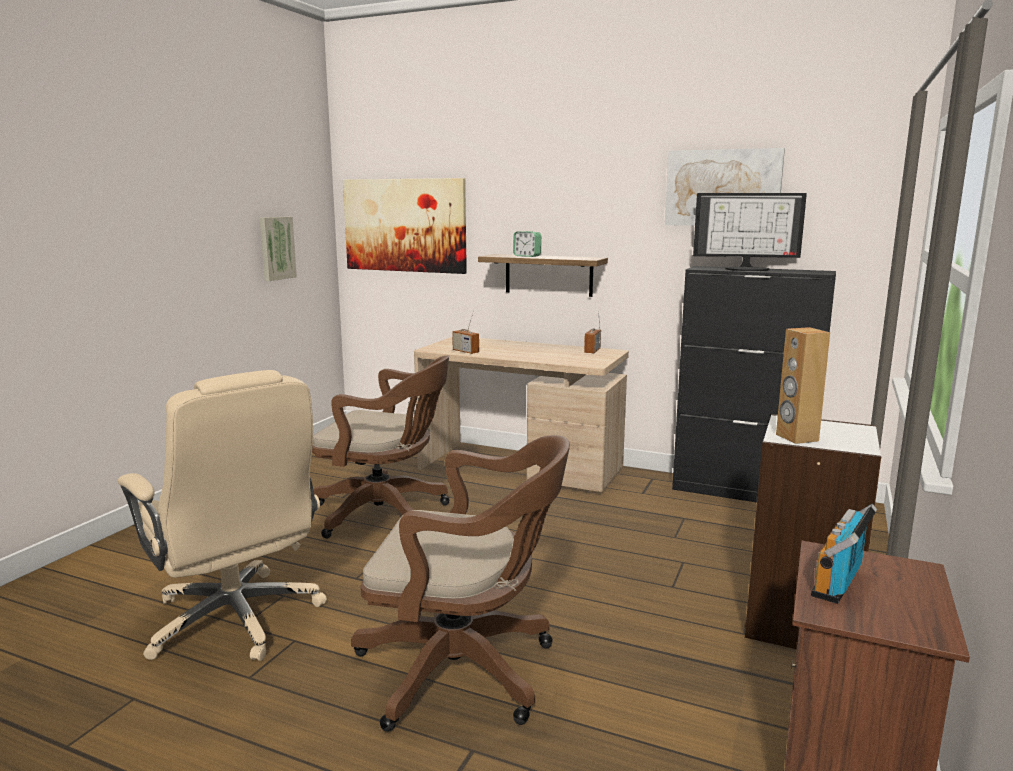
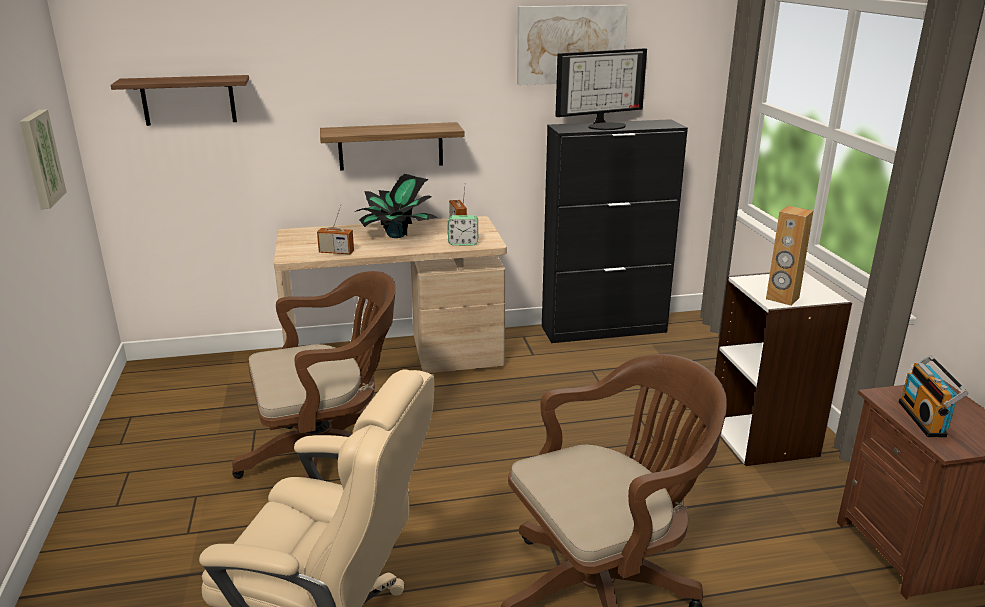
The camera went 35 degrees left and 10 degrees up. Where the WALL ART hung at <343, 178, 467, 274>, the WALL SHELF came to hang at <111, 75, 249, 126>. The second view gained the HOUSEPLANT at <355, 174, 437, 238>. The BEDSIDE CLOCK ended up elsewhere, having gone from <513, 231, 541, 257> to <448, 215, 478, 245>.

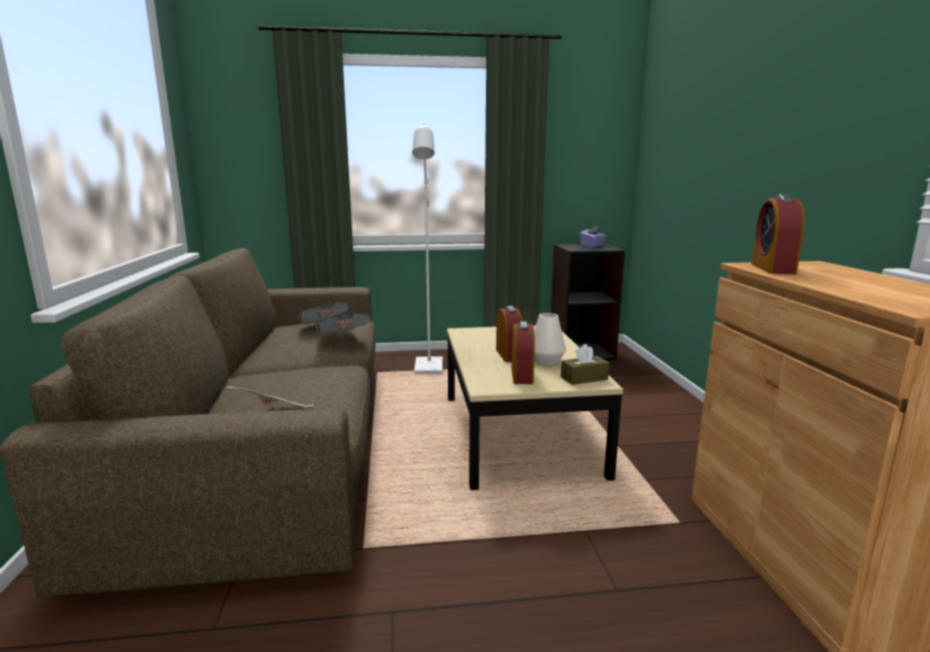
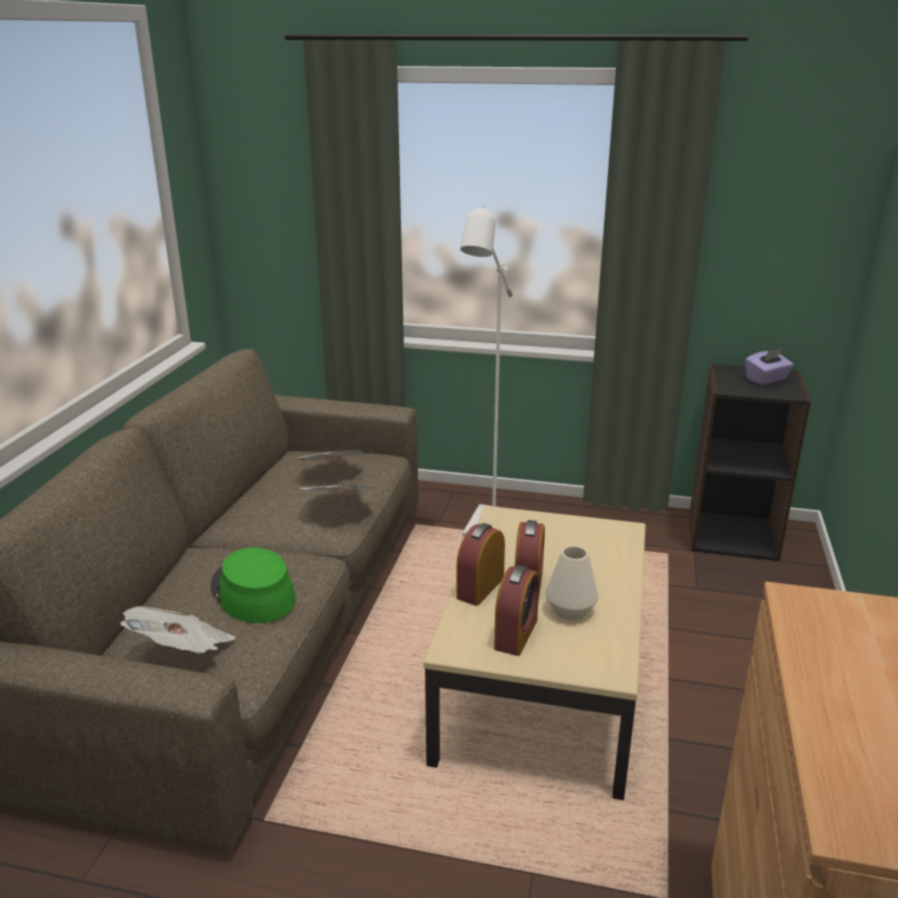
The camera went 20 degrees right and 10 degrees up. The second view gained the GREEN-COLOURED CLOTHING HAT at <211, 548, 296, 623>. The BEDSIDE CLOCK ended up elsewhere, having gone from <751, 194, 805, 274> to <456, 523, 505, 606>. The second view lost the BROWN BOX OF TISSUES at <561, 344, 609, 385>.

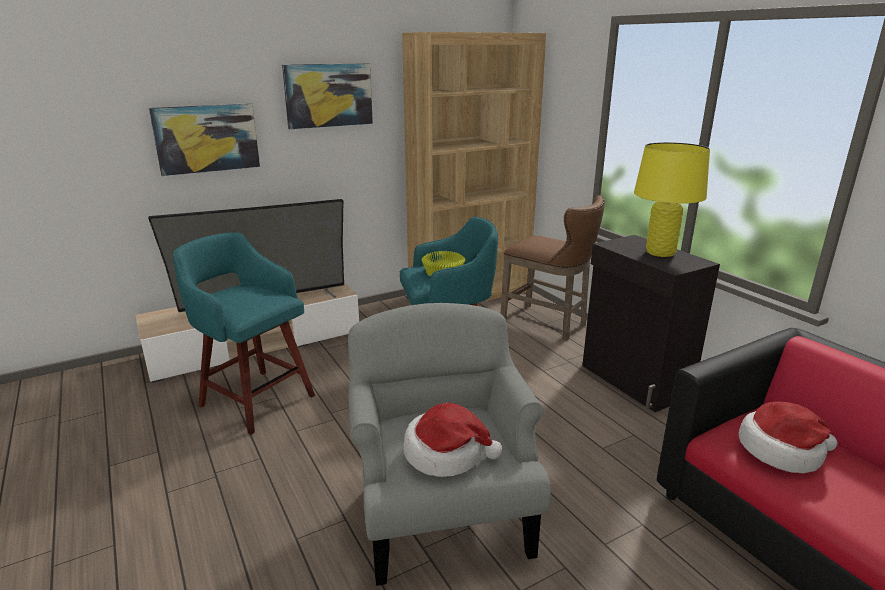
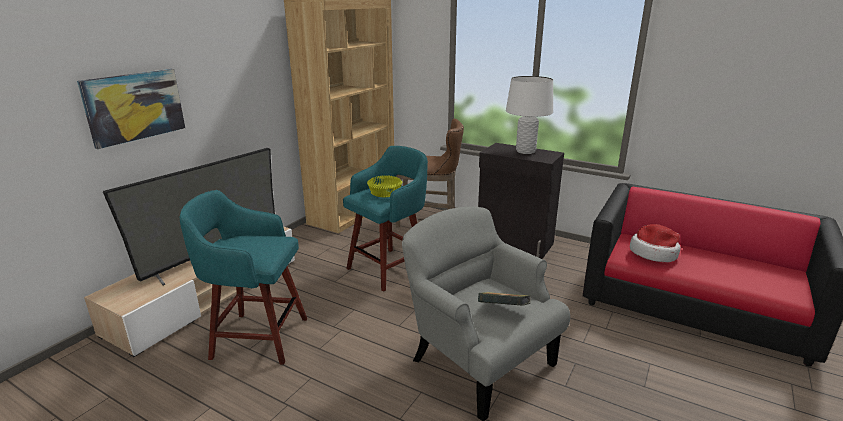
The camera went 30 degrees left and 0 degrees up. Where the CLOTHING HAT stood at <403, 403, 502, 477>, the BOUND BOOK came to stand at <478, 292, 530, 306>. What was the YELLOWISH TABLETOP LAMP at <634, 142, 710, 257> turned into the WHITE-COLOURED TABLETOP LAMP at <506, 76, 553, 154>. The second view lost the WALL ART at <282, 63, 373, 129>.

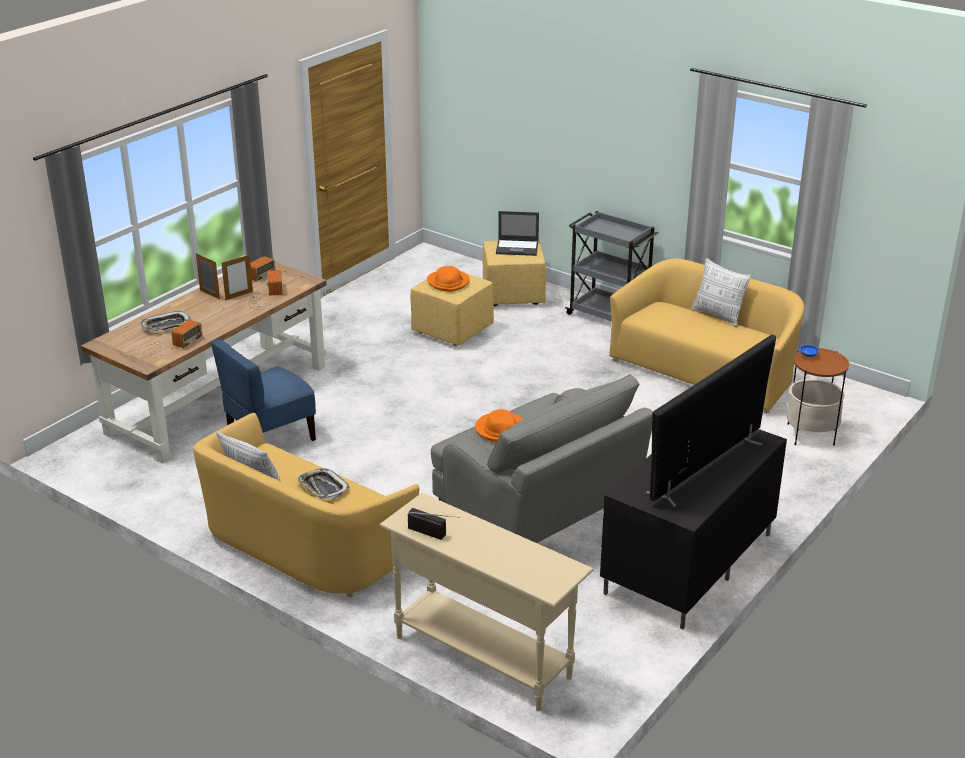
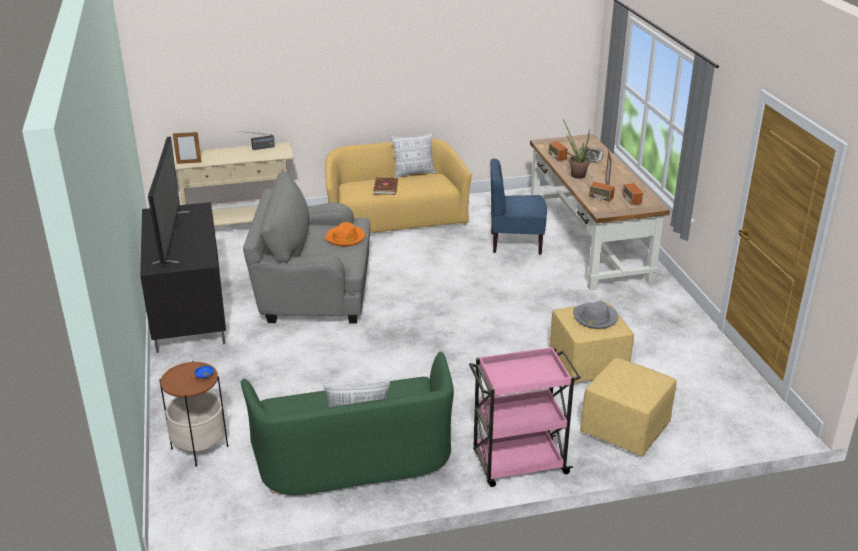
The camera went 130 degrees right and 0 degrees up. The STANDING FRAME ended up elsewhere, having gone from <196, 253, 220, 300> to <173, 131, 201, 164>. What was the YELLOWISH SOFA at <609, 259, 804, 413> turned into the GREEN-COLOURED SOFA at <241, 352, 454, 495>. Where the TRAY stood at <296, 468, 350, 499>, the BROWN BOUND BOOK came to stand at <373, 177, 398, 195>. What was the GREYISH TROLLEY at <565, 211, 659, 321> turned into the PINK TROLLEY at <469, 347, 581, 487>. The BLUE-COLOURED UPRIGHT CHAIR at <211, 339, 316, 441> ended up facing another way, 90 degrees counterclockwise from before. The second view gained the HOUSEPLANT at <563, 119, 590, 179>. What was the ORANGEY CLOTHING HAT at <427, 266, 470, 292> turned into the GREYISH CLOTHING HAT at <573, 301, 618, 329>. The second view lost the NOTEBOOK COMPUTER at <496, 211, 539, 256>.

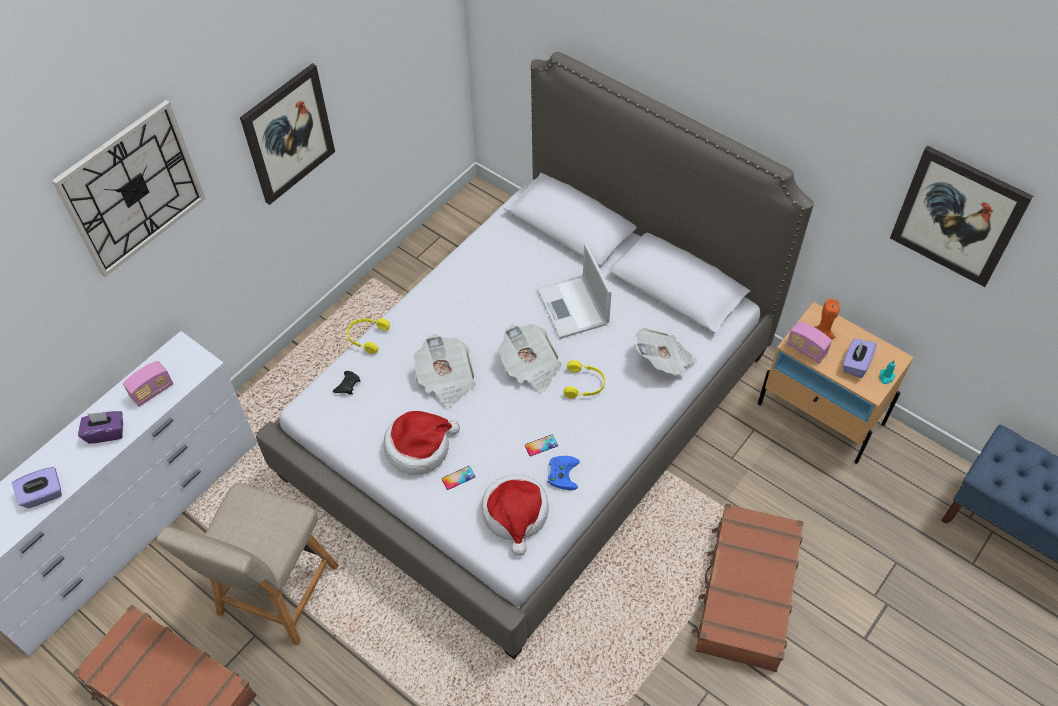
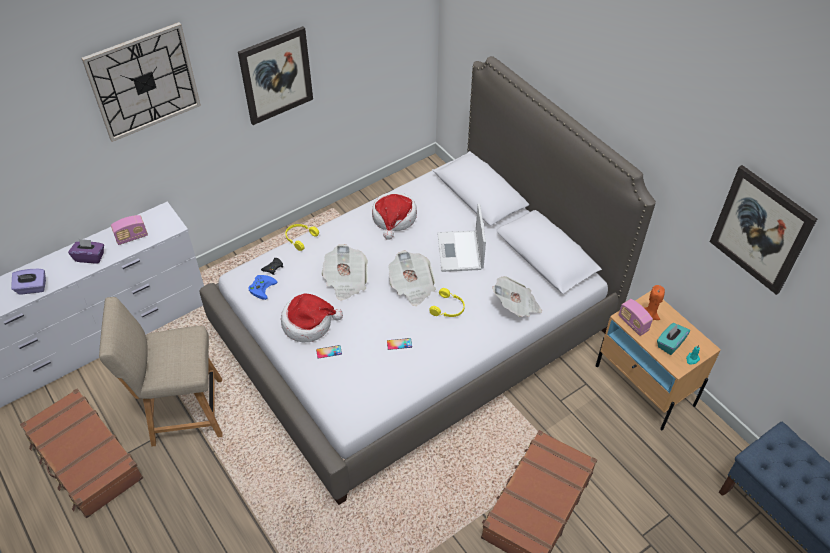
The camera went 15 degrees right and 5 degrees down. The SAND-COLOURED UPRIGHT CHAIR at <156, 483, 339, 645> ended up facing another way, 45 degrees clockwise from before. The BLUE-COLOURED GAME CONTROLLER ended up elsewhere, having gone from <548, 456, 580, 490> to <248, 275, 277, 300>. The CLOTHING HAT ended up elsewhere, having gone from <482, 475, 549, 556> to <372, 192, 417, 240>. What was the PURPLE-COLOURED BOX OF TISSUES at <843, 338, 877, 378> turned into the TURQUOISE BOX OF TISSUES at <657, 323, 690, 355>.

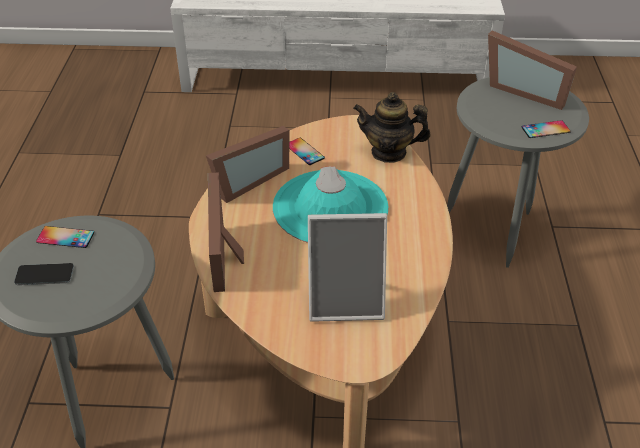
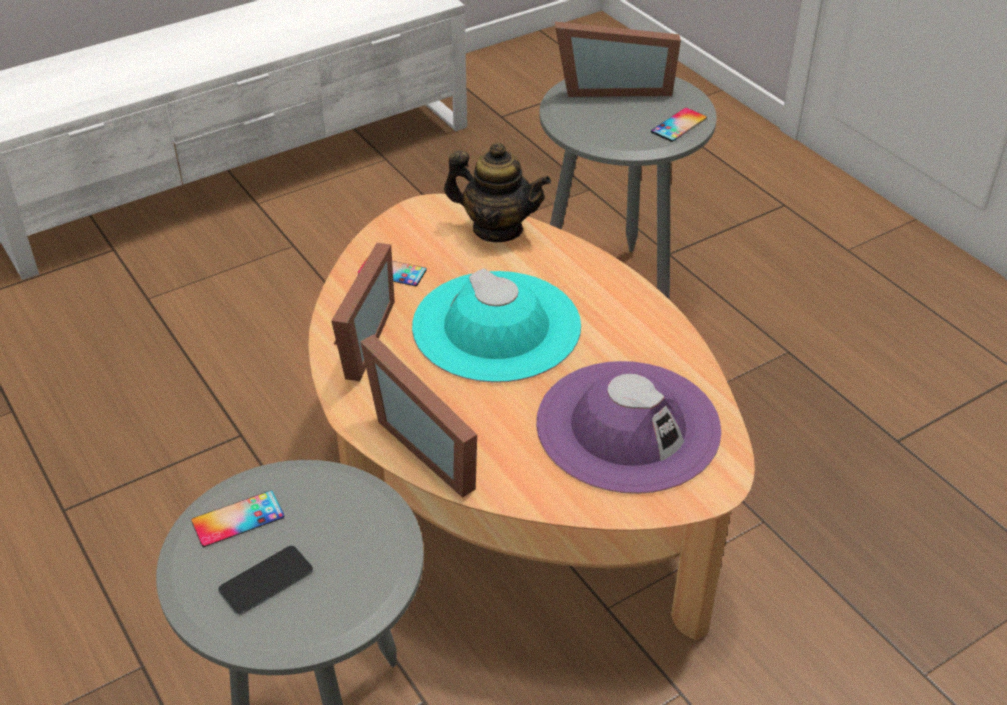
The camera went 35 degrees left and 0 degrees up. The TEA POT at <353, 92, 430, 163> ended up facing another way, 135 degrees counterclockwise from before. Where the STANDING FRAME stood at <308, 213, 387, 322>, the PURPLE-COLOURED CLOTHING HAT came to stand at <536, 361, 721, 494>.

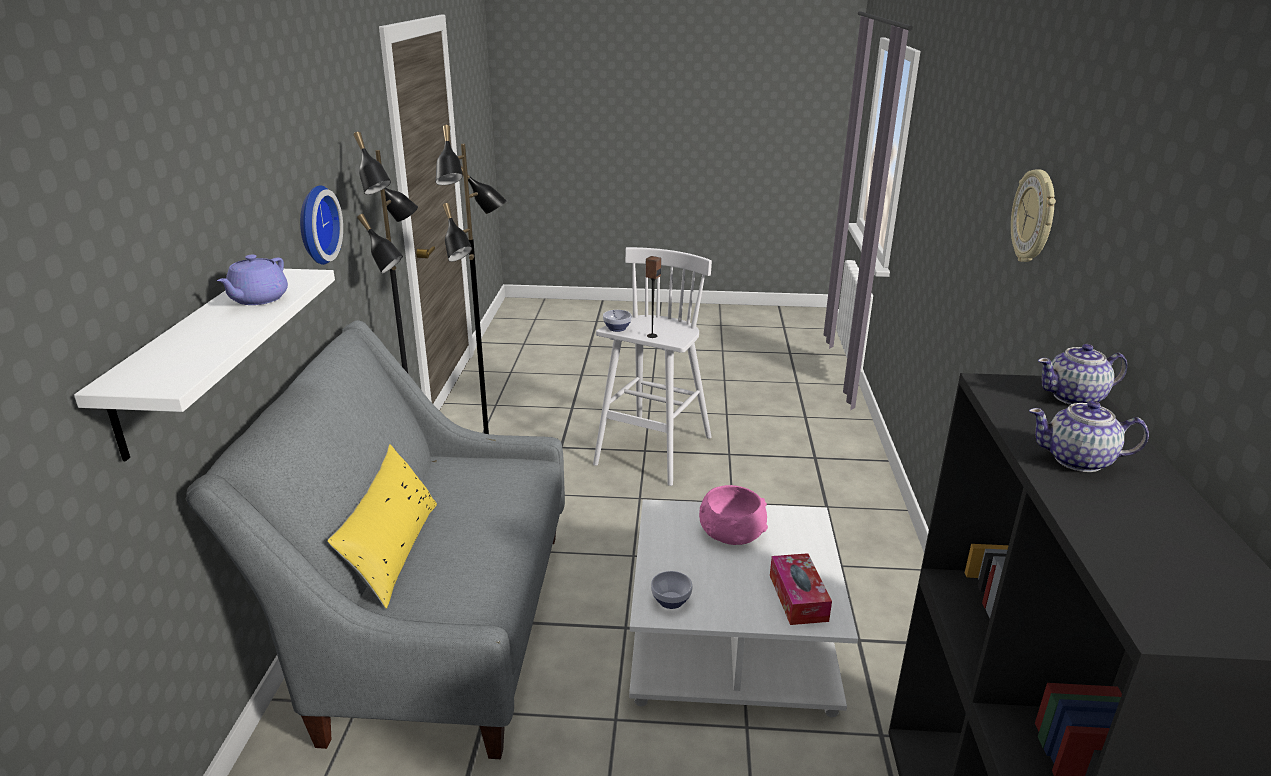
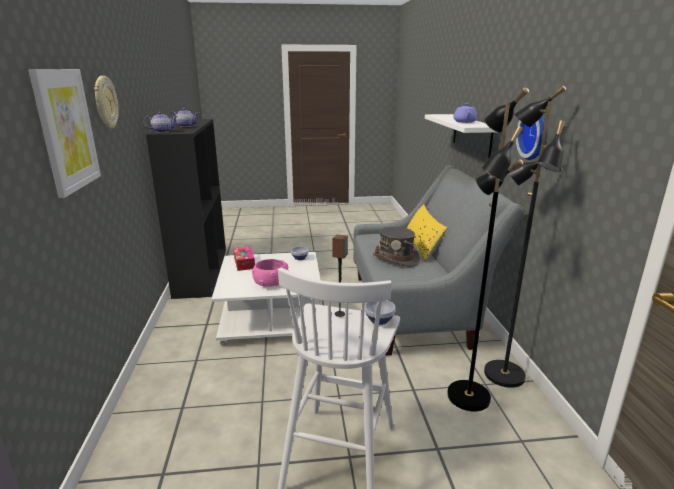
The camera went 170 degrees right and 5 degrees down. The second view gained the WALL ART at <28, 69, 101, 198>. The second view gained the GREYISH CLOTHING HAT at <372, 227, 420, 267>.

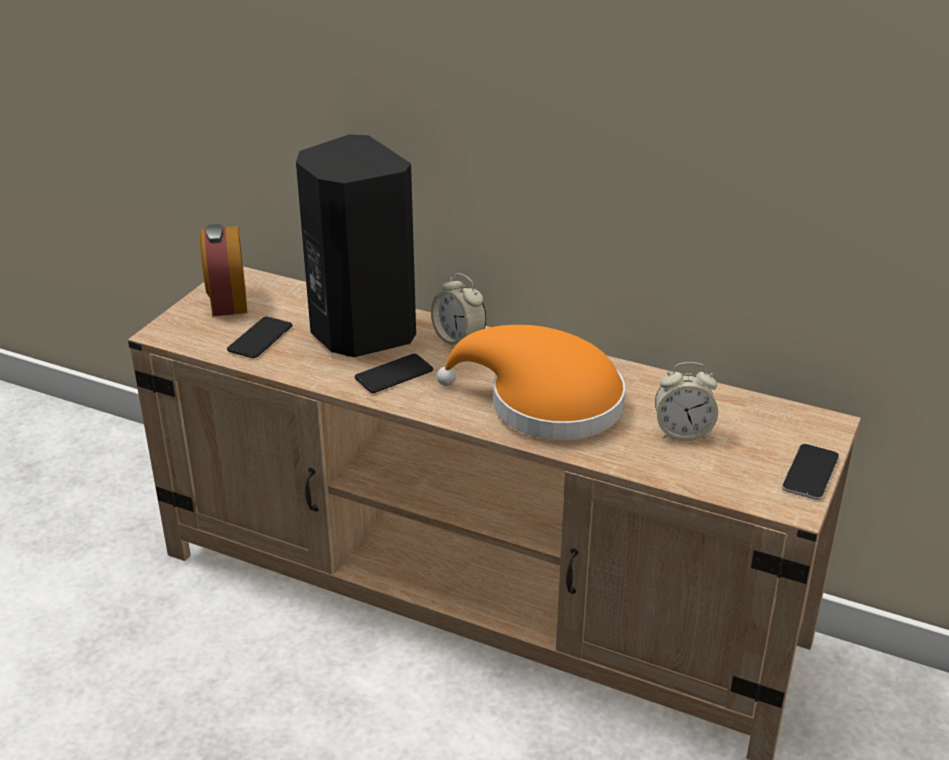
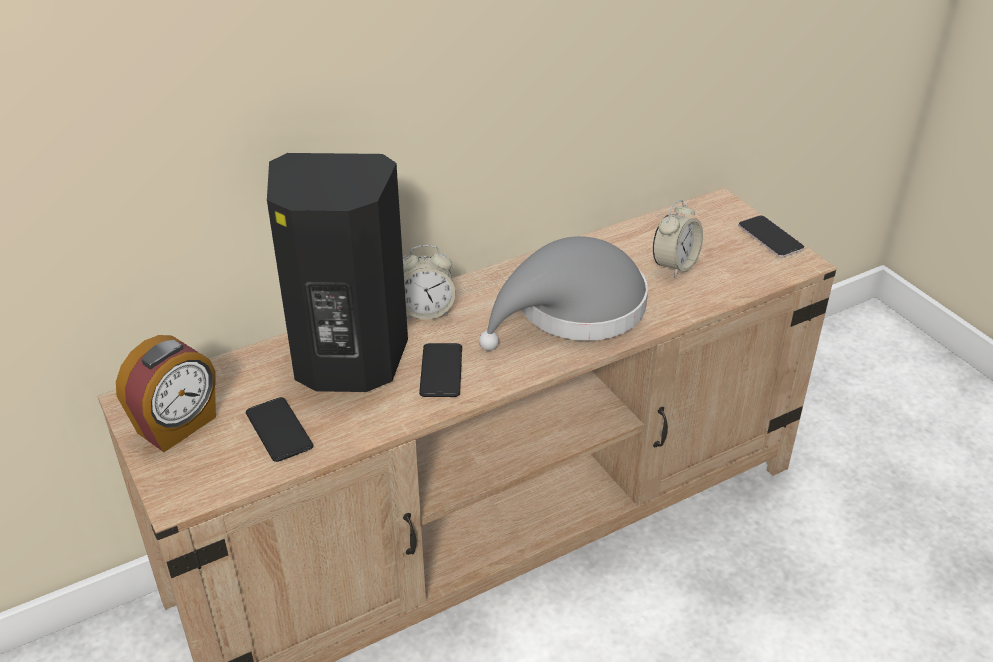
The camera went 55 degrees left and 5 degrees up. The BEDSIDE CLOCK at <200, 224, 247, 316> ended up facing another way, 75 degrees counterclockwise from before. What was the ORANGEY CLOTHING HAT at <436, 325, 626, 440> turned into the GREYISH CLOTHING HAT at <479, 236, 648, 351>.

